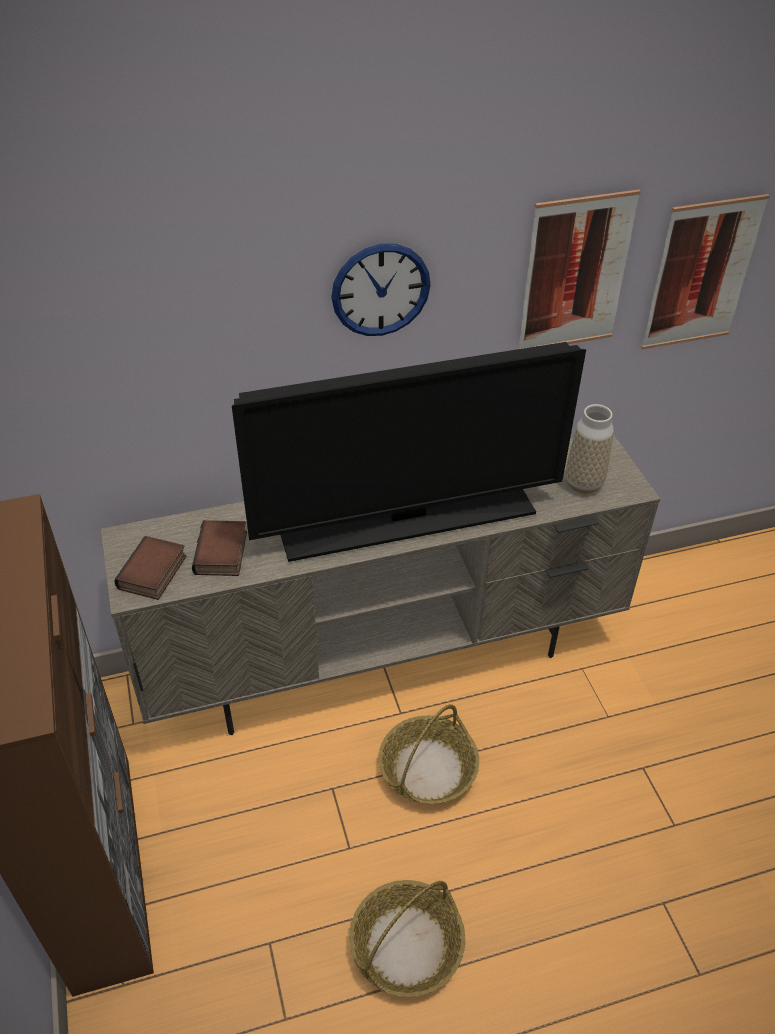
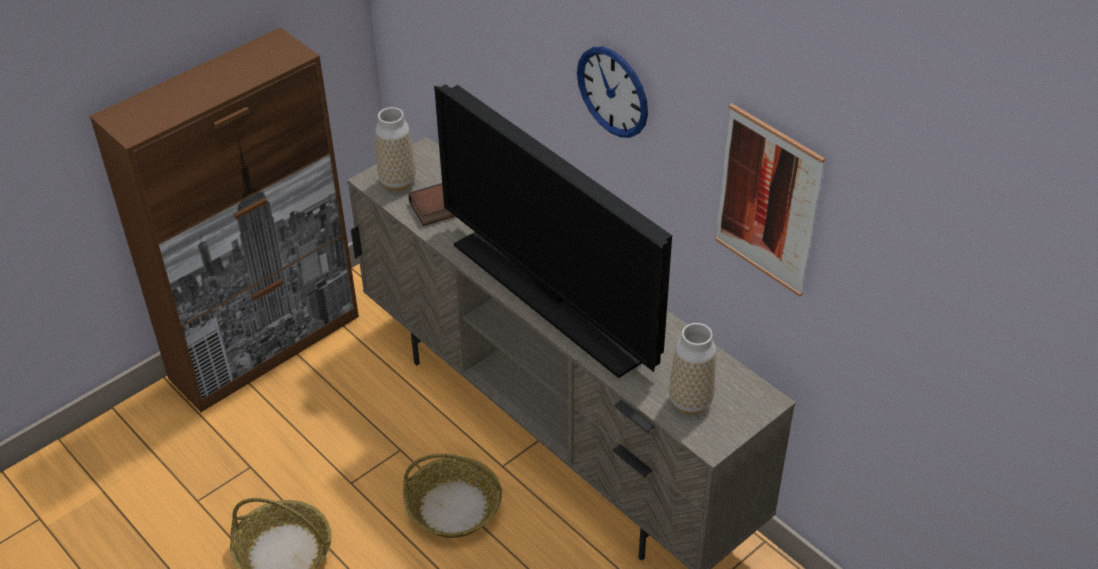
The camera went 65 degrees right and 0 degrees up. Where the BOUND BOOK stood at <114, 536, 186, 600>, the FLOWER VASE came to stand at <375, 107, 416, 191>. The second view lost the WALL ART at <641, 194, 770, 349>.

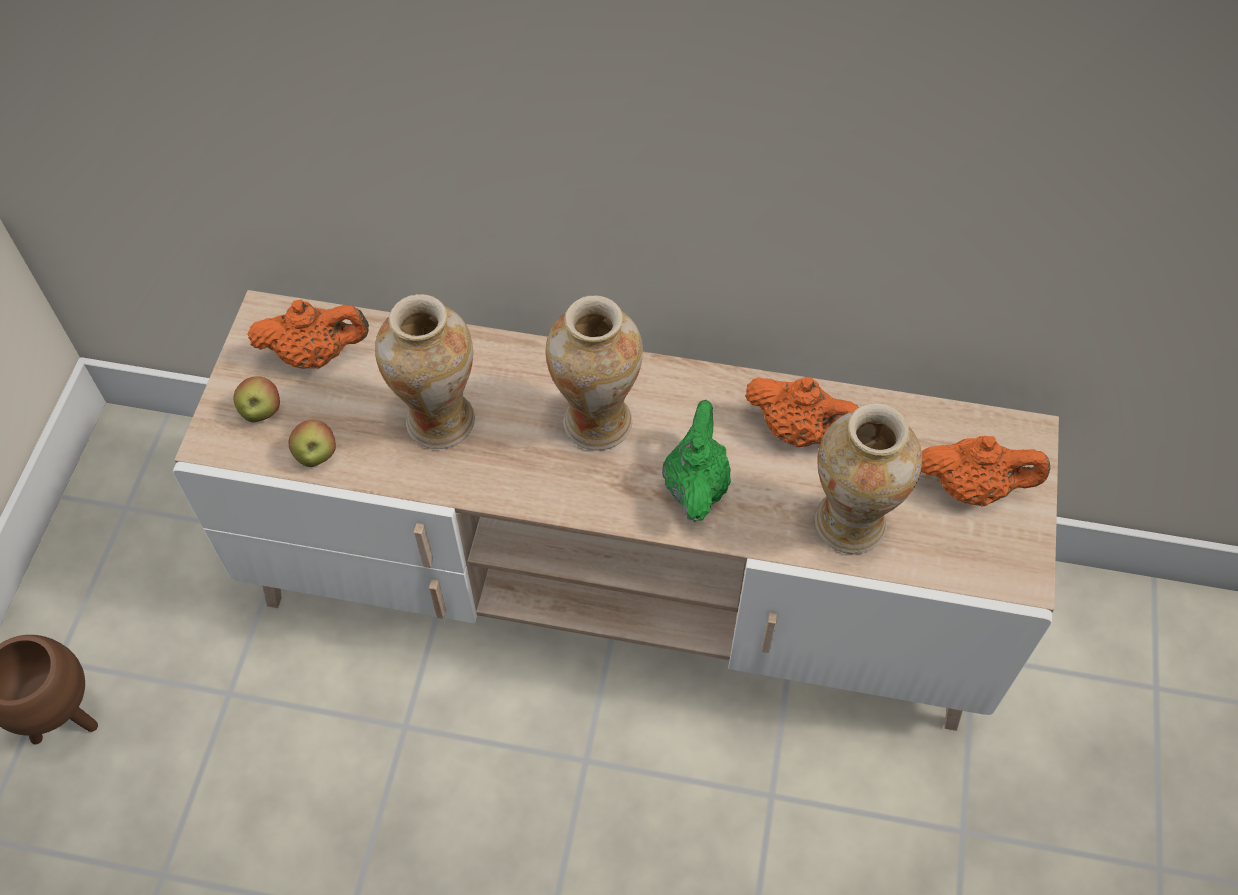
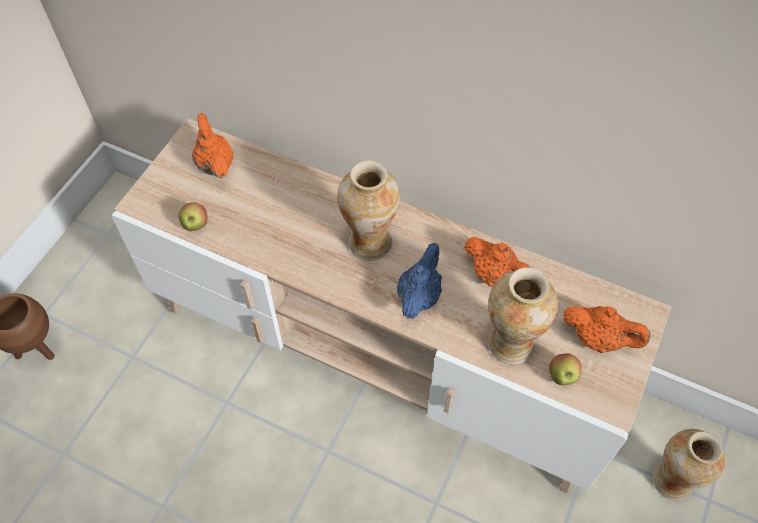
The camera went 15 degrees right and 0 degrees up. The ORANGEY TEA POT at <247, 300, 369, 368> ended up facing another way, 120 degrees counterclockwise from before. What was the GREEN-COLOURED TEA POT at <662, 400, 731, 522> turned into the BLUE-COLOURED TEA POT at <397, 243, 442, 319>. The APPLE FRUIT ended up elsewhere, having gone from <233, 376, 280, 422> to <549, 353, 582, 385>. The FLOWER VASE ended up elsewhere, having gone from <375, 294, 475, 449> to <652, 429, 725, 500>.

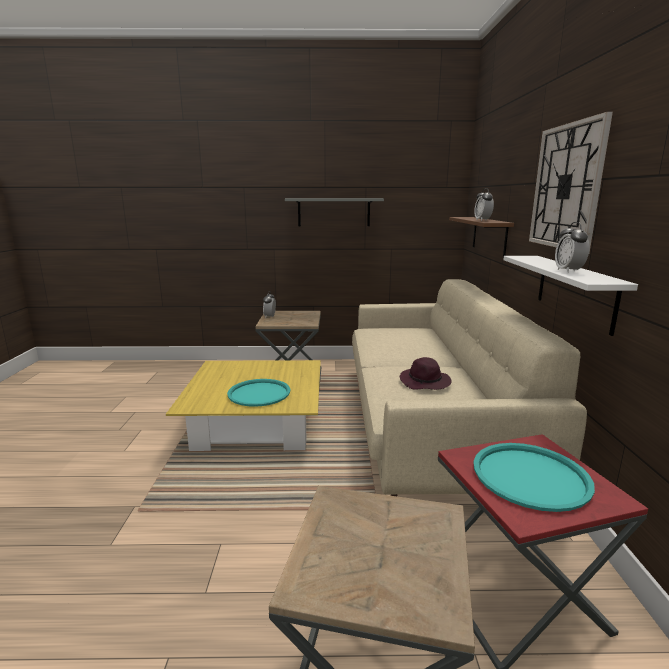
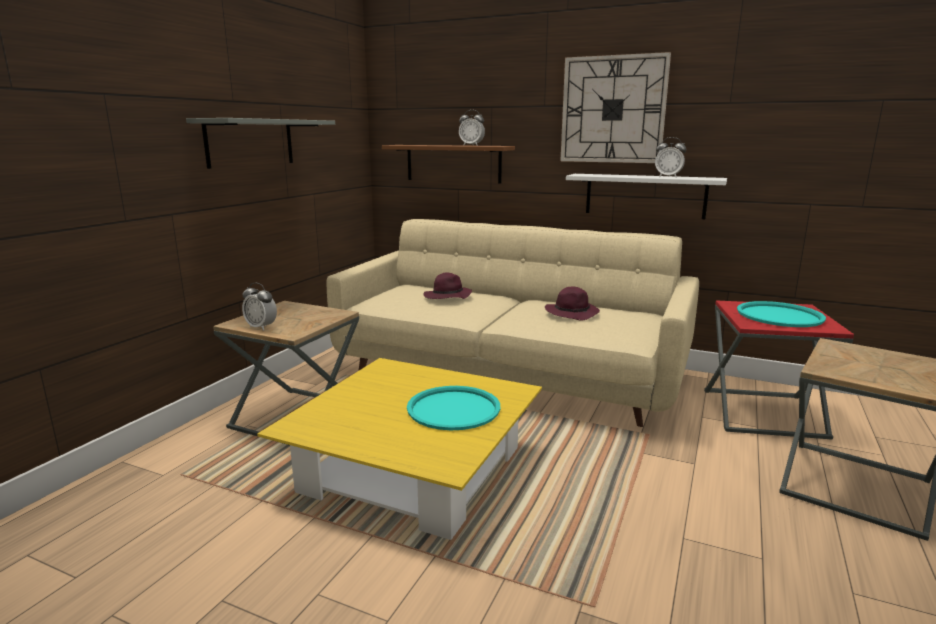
The camera went 65 degrees left and 0 degrees up. The second view gained the PURPLE-COLOURED CLOTHING HAT at <423, 272, 472, 299>.

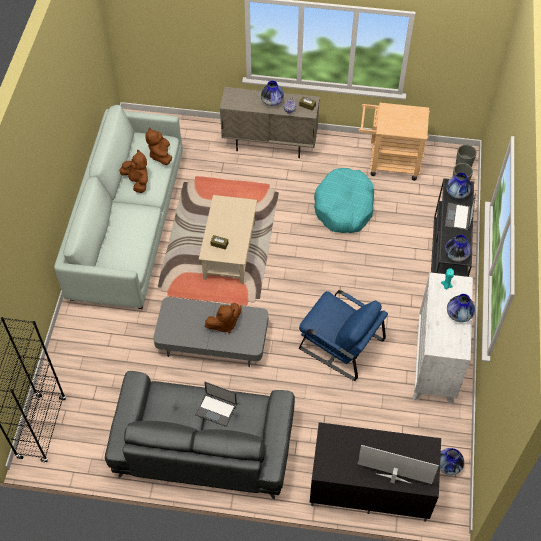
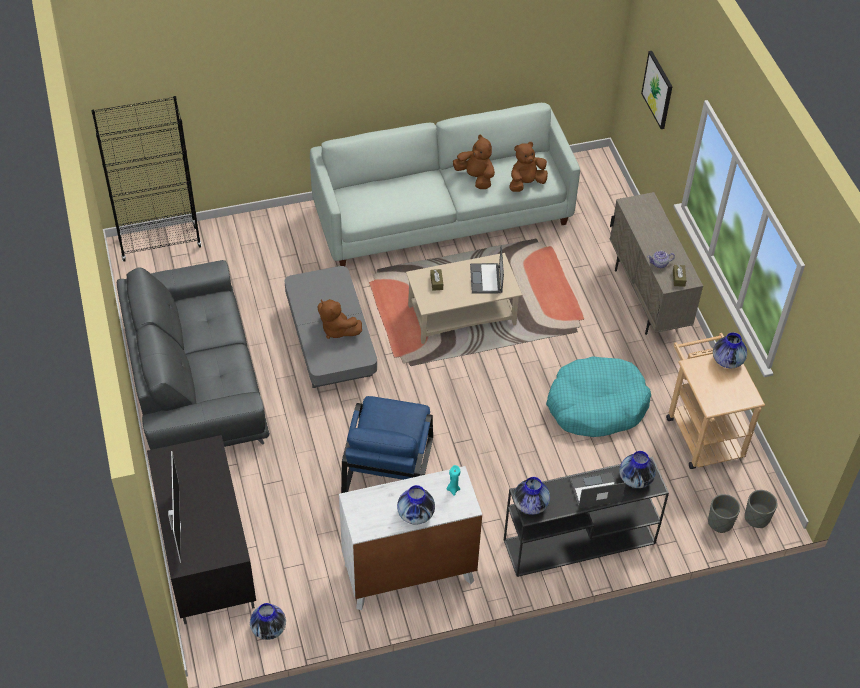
The camera went 65 degrees right and 5 degrees down. The BROWN SOFT TOY at <120, 149, 148, 193> ended up facing another way, 75 degrees counterclockwise from before. The NOTEBOOK COMPUTER ended up elsewhere, having gone from <195, 382, 237, 427> to <470, 245, 504, 294>. The second view gained the WALL ART at <641, 51, 673, 129>. The FLOWER VASE ended up elsewhere, having gone from <261, 81, 284, 106> to <713, 332, 747, 368>.

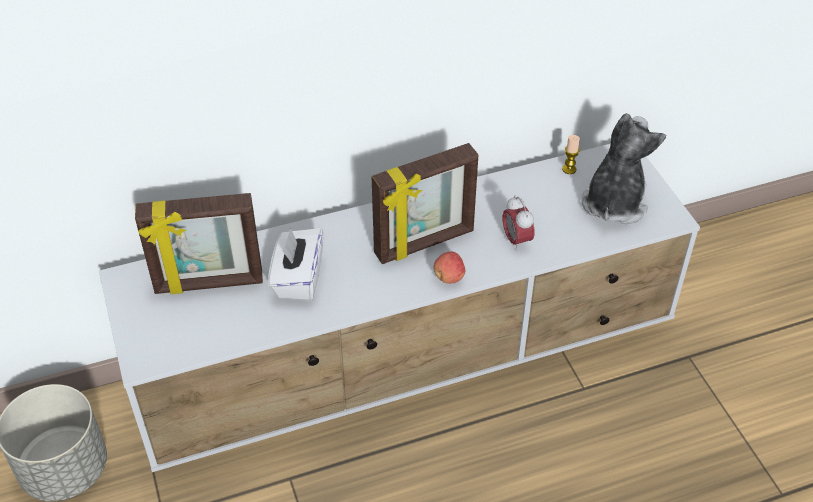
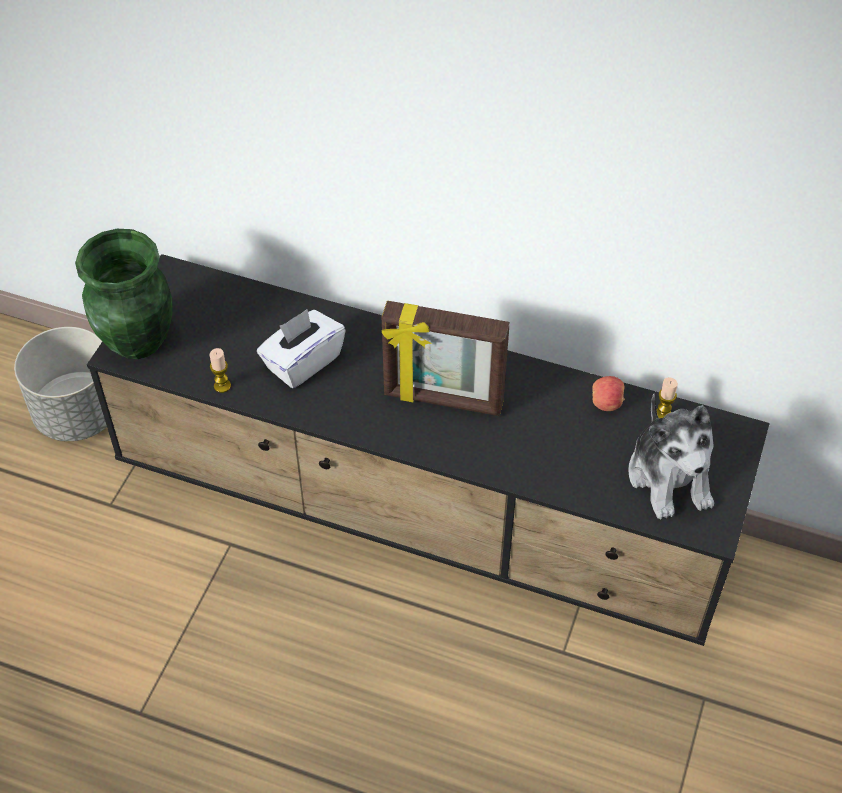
The camera went 40 degrees right and 5 degrees up. The second view gained the GREEN-COLOURED FLOWER VASE at <75, 229, 173, 359>. What was the WHITE-COLOURED TV STAND at <99, 144, 700, 472> turned into the BLACK TV STAND at <87, 254, 770, 646>. The second view gained the WAX CANDLE at <210, 348, 231, 393>. The APPLE FRUIT ended up elsewhere, having gone from <433, 251, 465, 284> to <592, 376, 625, 411>. The SOFT TOY at <581, 113, 666, 224> ended up facing another way, 105 degrees clockwise from before. The second view lost the STANDING FRAME at <135, 193, 263, 294>. The second view lost the BEDSIDE CLOCK at <503, 196, 534, 252>.

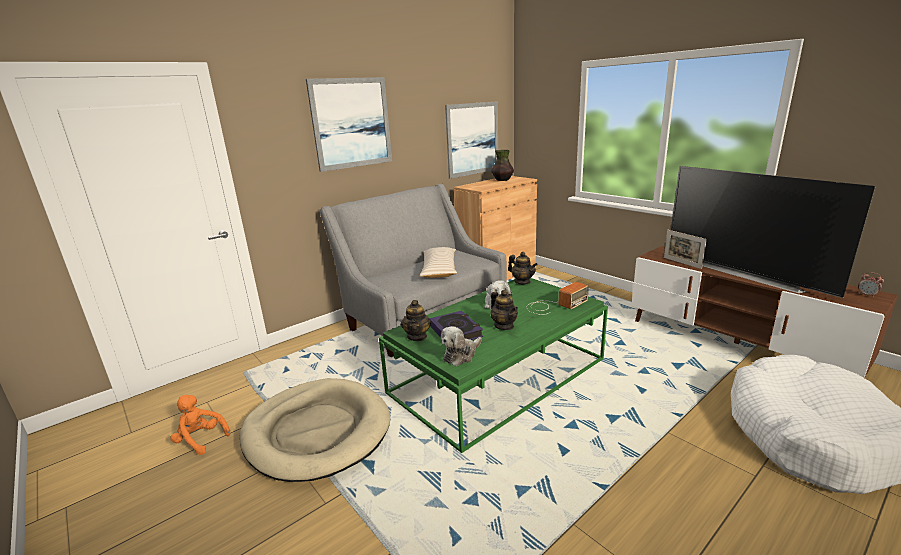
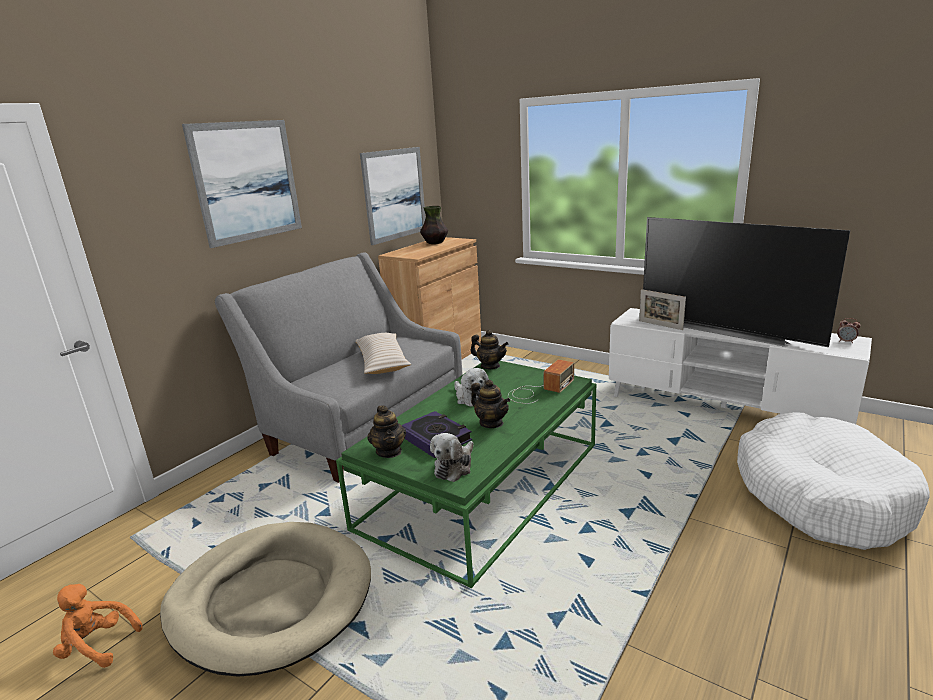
The camera went 15 degrees left and 0 degrees up. What was the BROWN TV STAND at <632, 246, 898, 378> turned into the WHITE-COLOURED TV STAND at <609, 308, 872, 424>.

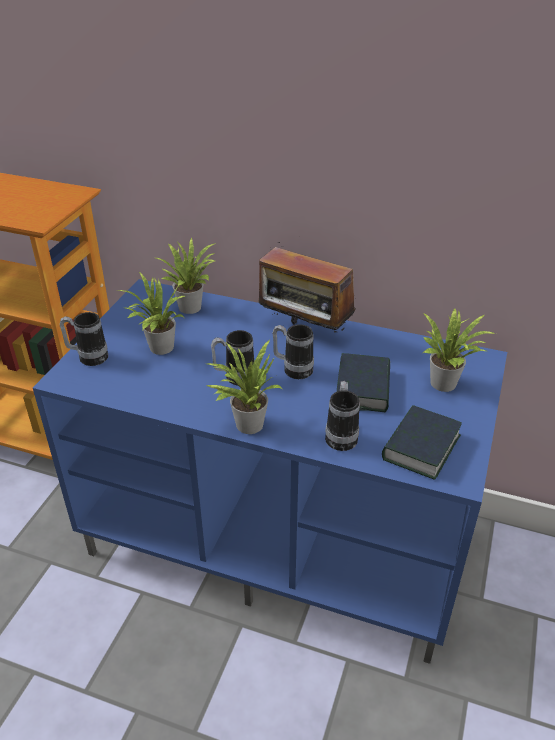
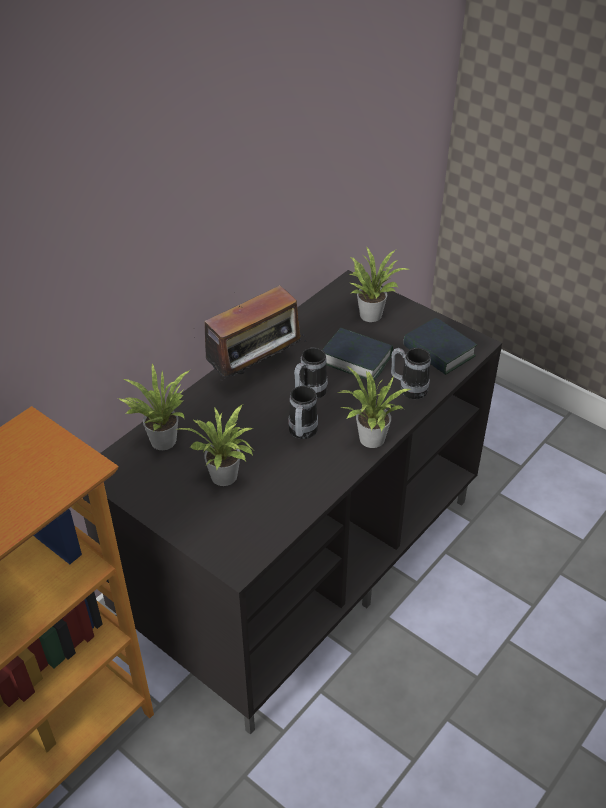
The camera went 70 degrees left and 5 degrees up. What was the BLUE-COLOURED TV STAND at <33, 279, 507, 664> turned into the BLACK TV STAND at <82, 270, 502, 735>. The second view lost the MUG at <60, 312, 108, 366>.

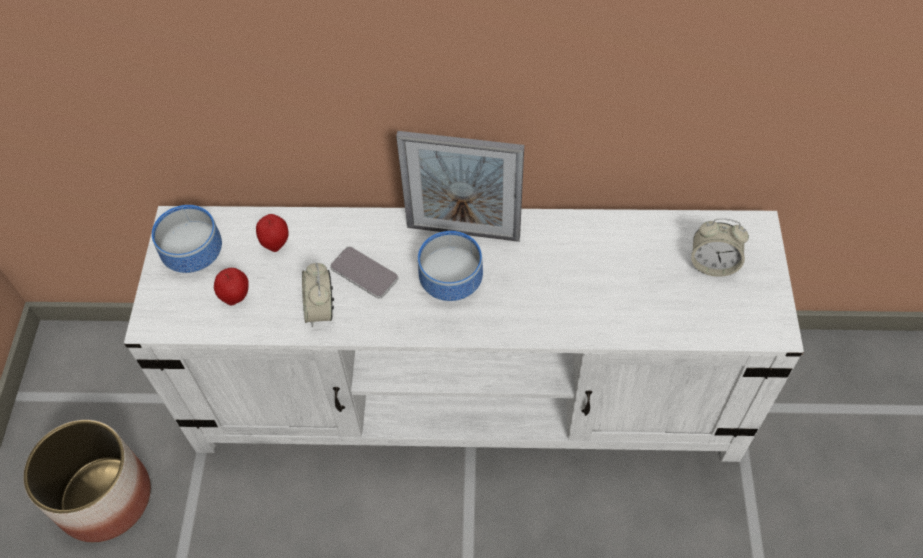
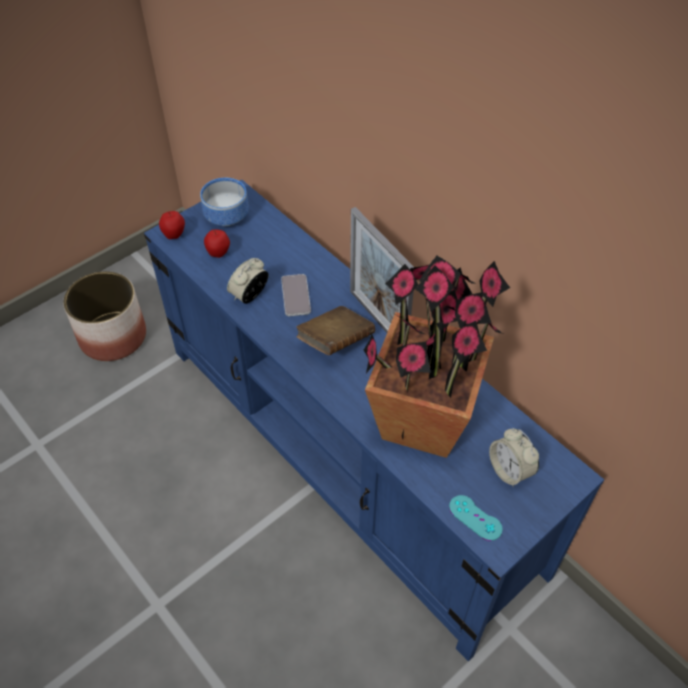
The camera went 45 degrees right and 5 degrees down. What was the WHITE-COLOURED TV STAND at <124, 206, 804, 462> turned into the BLUE-COLOURED TV STAND at <144, 180, 604, 661>. The APPLE FRUIT ended up elsewhere, having gone from <256, 214, 289, 252> to <159, 211, 185, 239>. Where the DEEP DISH stood at <418, 231, 483, 301>, the BROWN BOUND BOOK came to stand at <296, 306, 375, 355>. The second view gained the HOUSEPLANT at <364, 256, 510, 458>. The second view gained the TURQUOISE GAME CONTROLLER at <449, 495, 502, 541>.

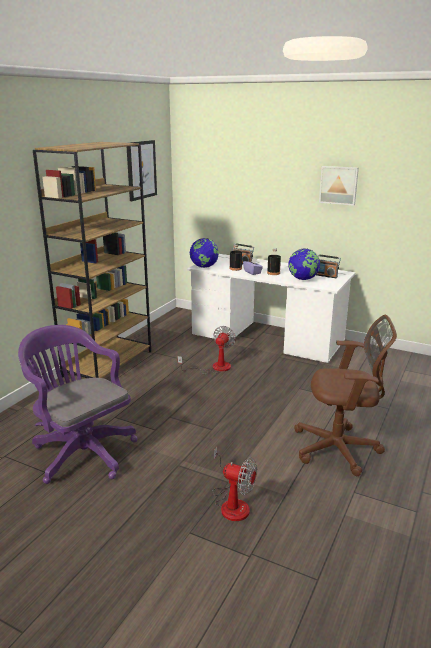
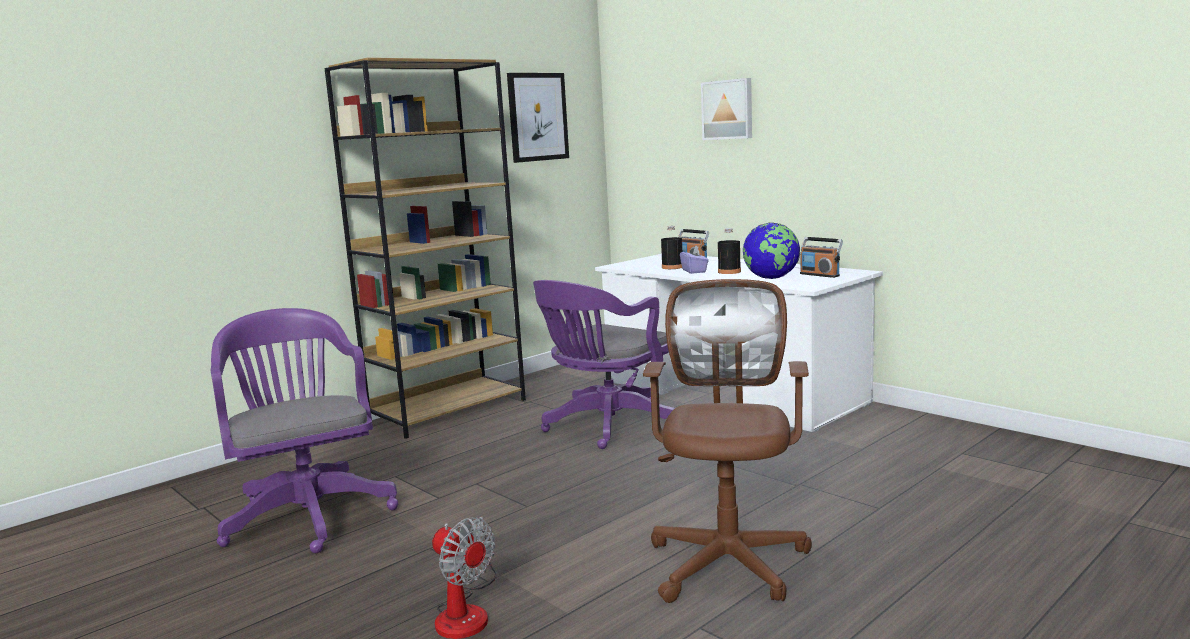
The camera went 20 degrees right and 10 degrees down. Where the ELECTRIC FAN stood at <177, 326, 236, 374>, the PURPLE-COLOURED DESK CHAIR came to stand at <533, 280, 675, 449>. The BROWN DESK CHAIR at <294, 315, 397, 476> ended up facing another way, 105 degrees counterclockwise from before. The WALL ART ended up elsewhere, having gone from <319, 166, 359, 206> to <701, 78, 752, 140>. The second view lost the GLOBE at <190, 238, 219, 268>.

